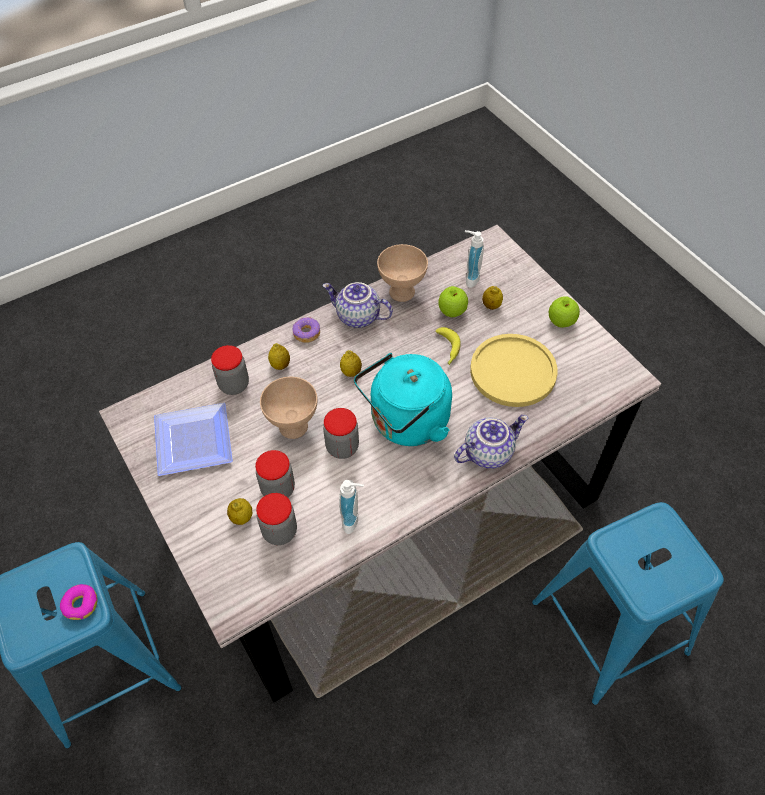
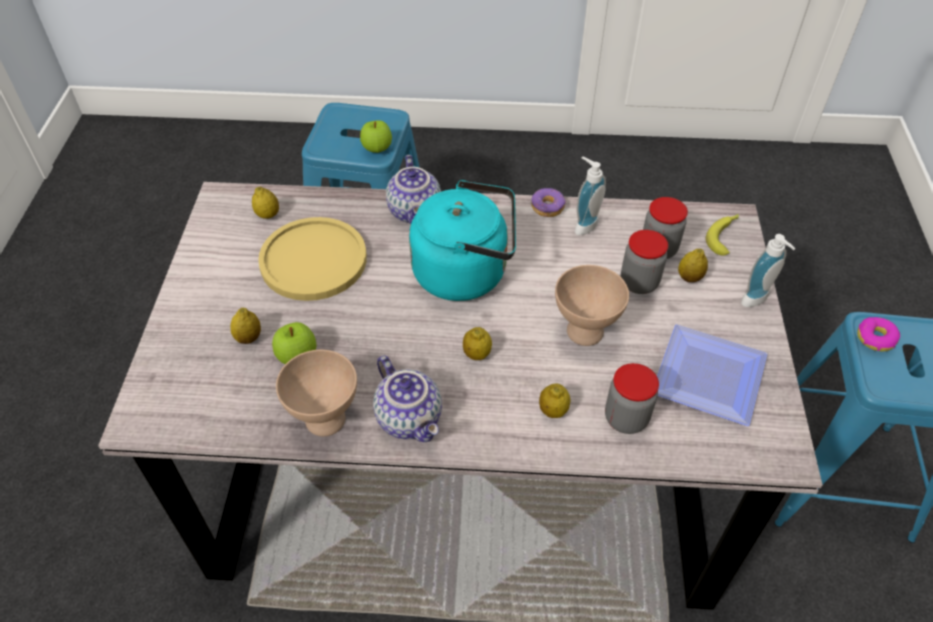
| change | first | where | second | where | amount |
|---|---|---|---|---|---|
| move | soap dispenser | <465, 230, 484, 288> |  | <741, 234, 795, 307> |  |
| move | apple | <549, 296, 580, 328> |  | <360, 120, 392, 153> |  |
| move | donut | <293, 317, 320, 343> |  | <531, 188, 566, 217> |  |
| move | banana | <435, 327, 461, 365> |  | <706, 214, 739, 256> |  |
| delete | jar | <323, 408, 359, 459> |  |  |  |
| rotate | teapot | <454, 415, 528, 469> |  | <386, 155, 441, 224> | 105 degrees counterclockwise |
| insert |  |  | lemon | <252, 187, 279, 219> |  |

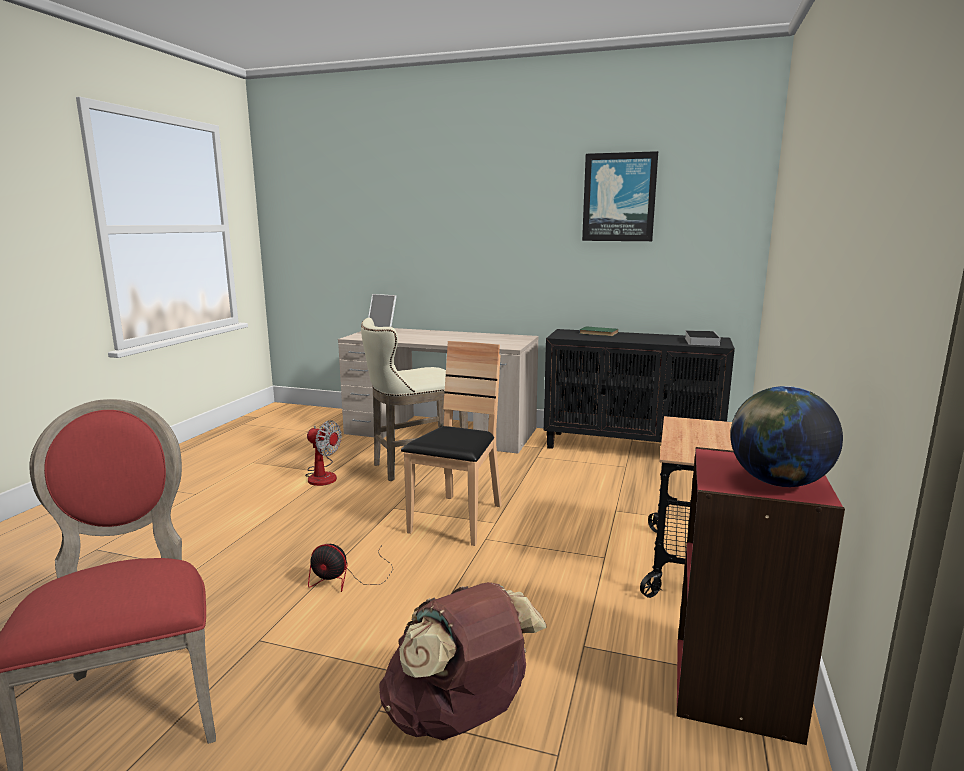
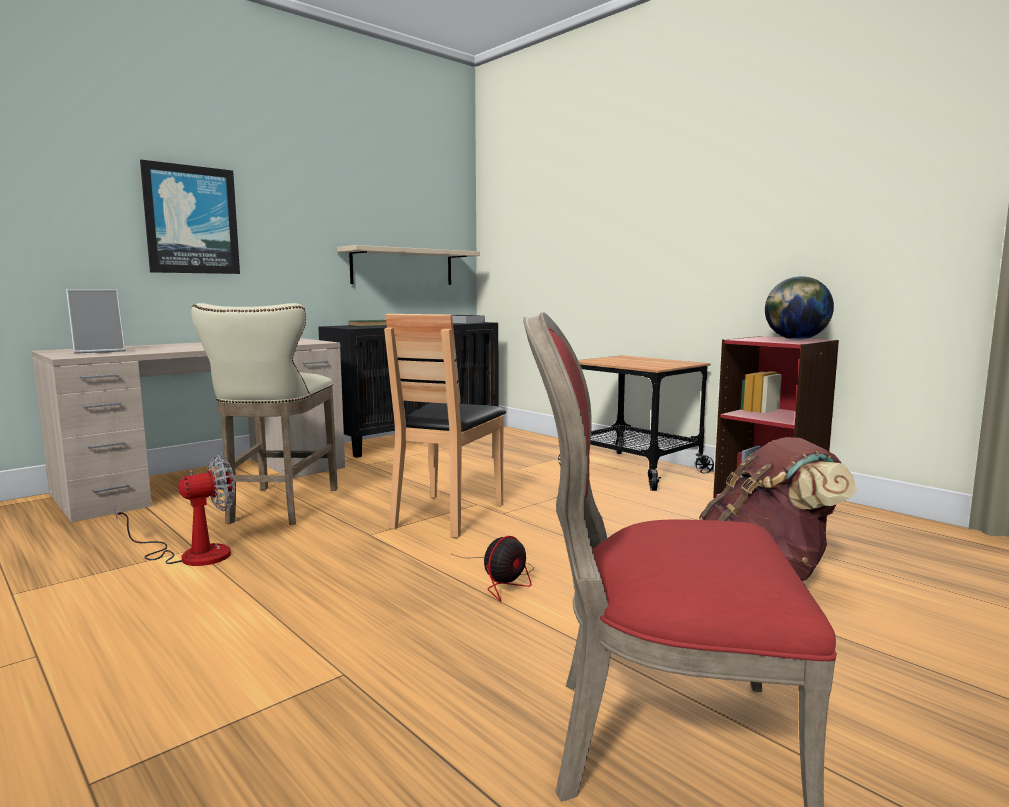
| change | first | where | second | where | amount |
|---|---|---|---|---|---|
| move | picture | <582, 151, 658, 241> |  | <140, 160, 240, 274> |  |
| rotate | chair in brown | <401, 341, 502, 546> |  | <384, 314, 506, 538> | 120 degrees counterclockwise |
| insert |  |  | shelf in beige | <337, 245, 480, 285> |  |

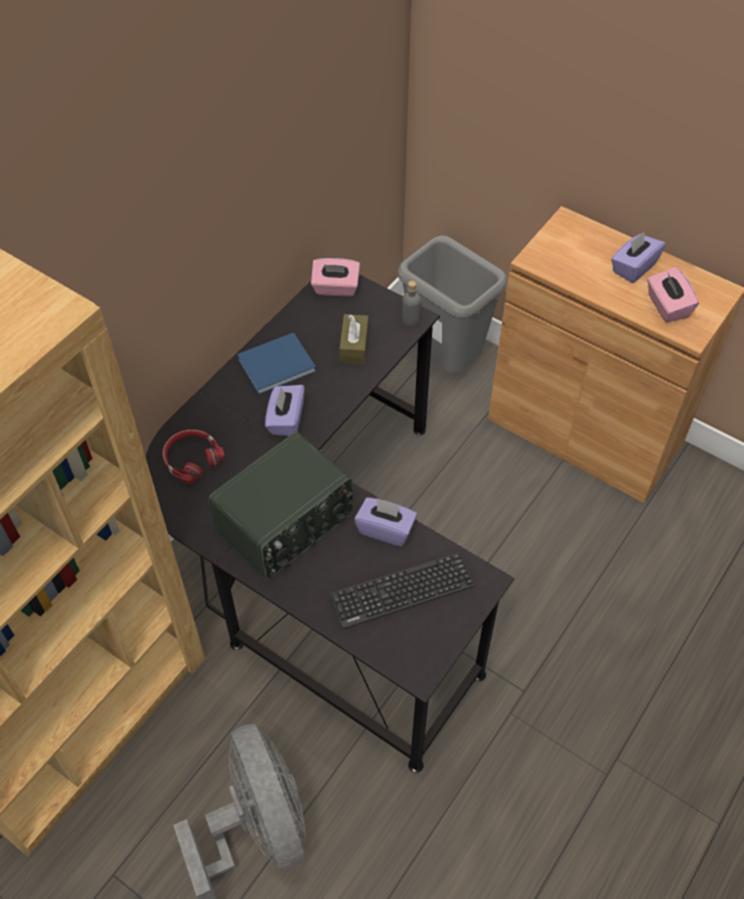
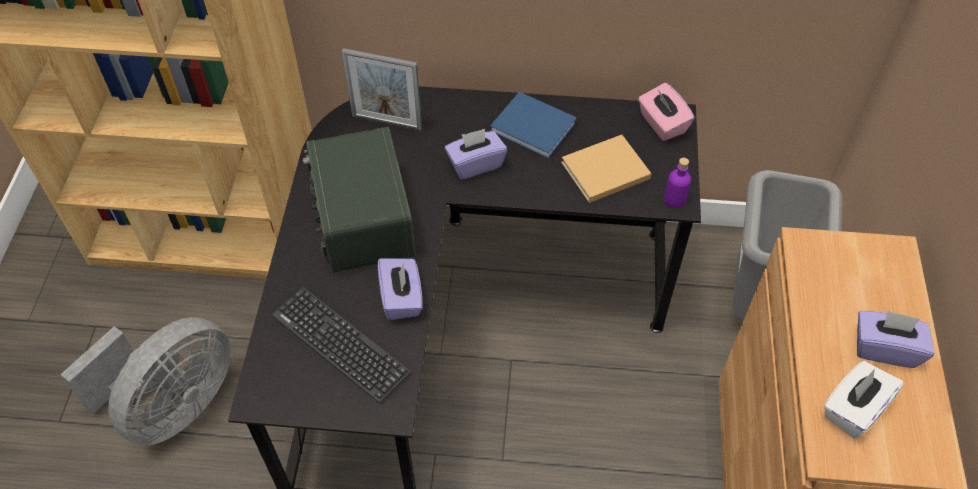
| change | first | where | second | where | amount |
|---|---|---|---|---|---|
| recolor | tissue box in pink | <647, 267, 699, 322> | tissue box in white | <824, 361, 904, 439> |  |
| recolor | bottle in grey | <402, 281, 421, 326> | bottle in purple | <664, 158, 691, 208> |  |
| replace | tissue box in brown | <339, 314, 369, 364> | book in beige | <561, 135, 652, 203> |  |
| replace | headphones in red | <162, 429, 225, 484> | picture frame | <342, 48, 422, 131> |  |
| rotate | radio | <209, 432, 353, 579> |  | <303, 127, 415, 273> | 60 degrees clockwise |

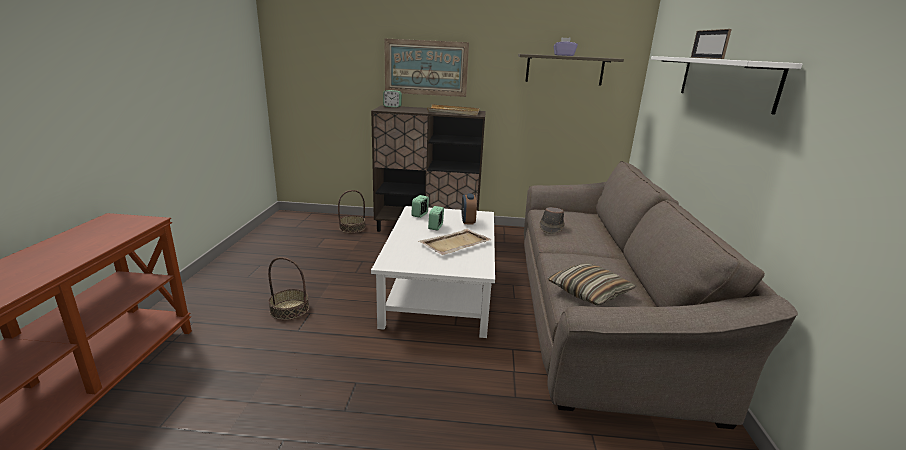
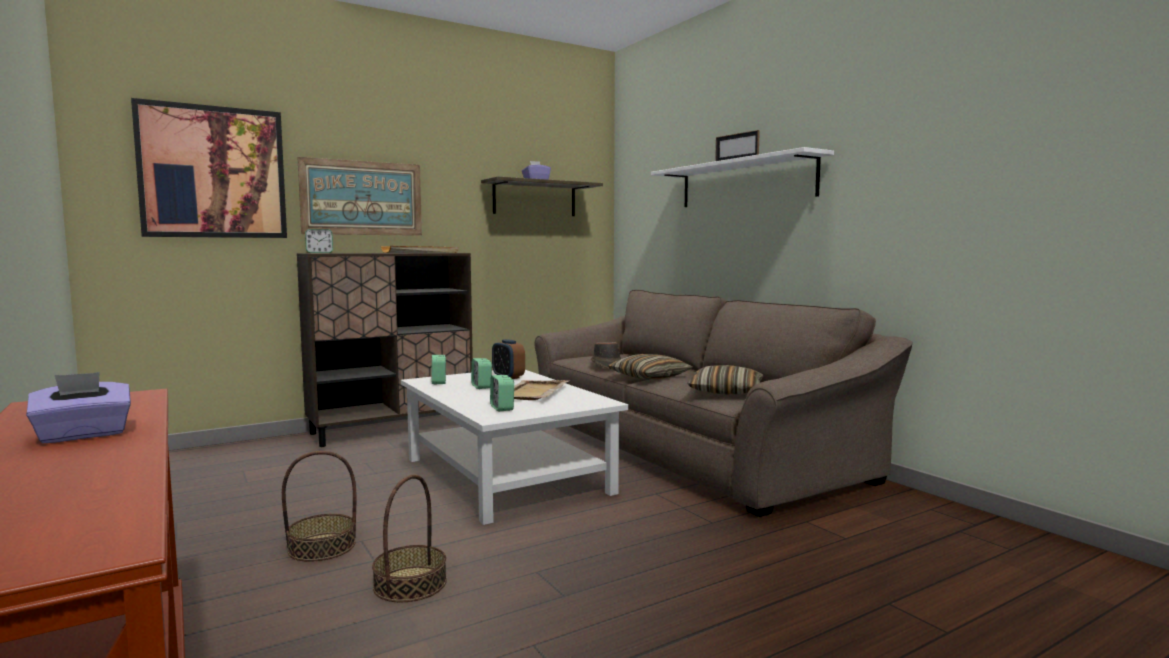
| change | first | where | second | where | amount |
|---|---|---|---|---|---|
| move | basket | <338, 190, 366, 233> |  | <372, 475, 447, 602> |  |
| insert |  |  | picture | <131, 98, 287, 238> |  |
| insert |  |  | pillow | <608, 354, 693, 380> |  |
| insert |  |  | tissue box in purple | <26, 372, 131, 443> |  |
| insert |  |  | alarm clock | <490, 375, 514, 411> |  |

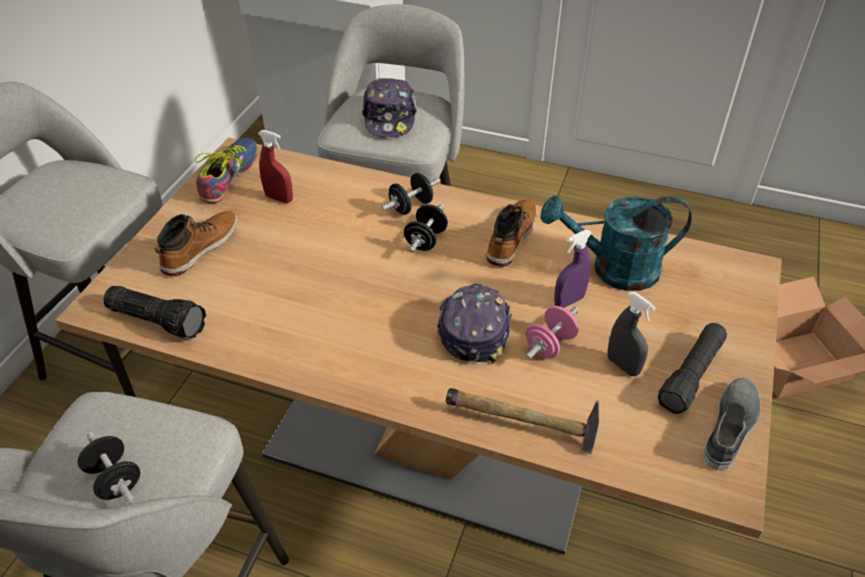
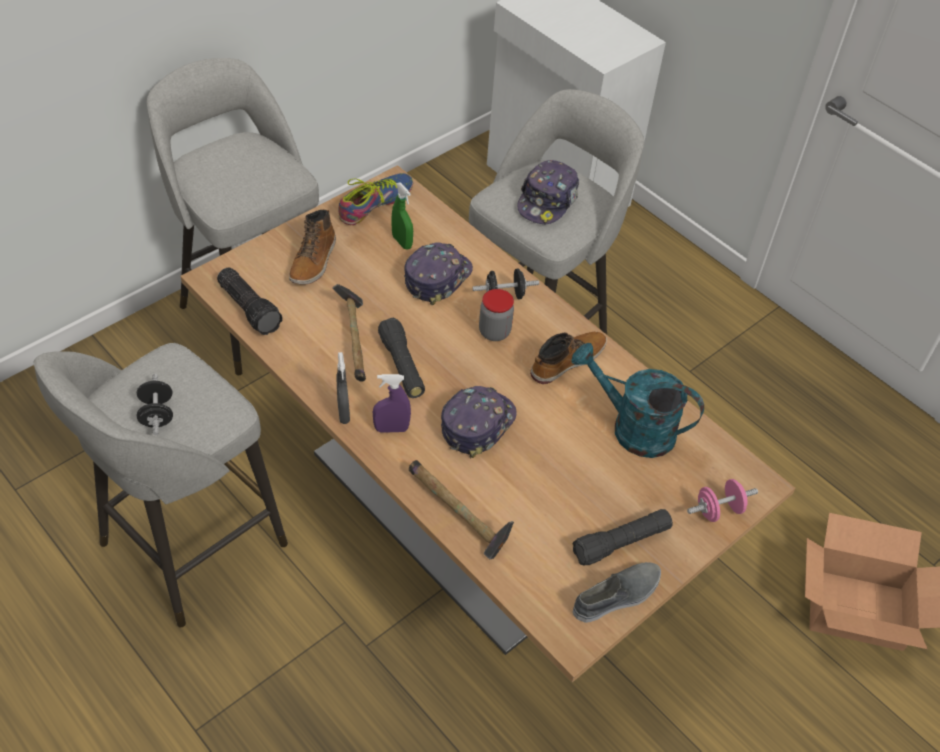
| change | first | where | second | where | amount |
|---|---|---|---|---|---|
| recolor | spray bottle in red | <258, 130, 293, 203> | spray bottle in green | <391, 182, 413, 249> |  |
| replace | dumbbell in black | <404, 204, 448, 253> | jar | <479, 289, 514, 341> |  |
| rotate | boot | <155, 211, 238, 276> |  | <289, 209, 336, 285> | 135 degrees clockwise |
| move | spray bottle in purple | <554, 230, 592, 308> |  | <373, 374, 411, 433> |  |
| move | spray bottle in grey | <608, 292, 656, 376> |  | <337, 352, 350, 424> |  |
| move | dumbbell in pink | <525, 306, 579, 360> |  | <687, 479, 758, 522> |  |
| insert |  |  | cap | <404, 242, 473, 305> |  |
| insert |  |  | hammer | <332, 284, 366, 382> |  |
| insert |  |  | flashlight in black | <378, 318, 425, 398> |  |

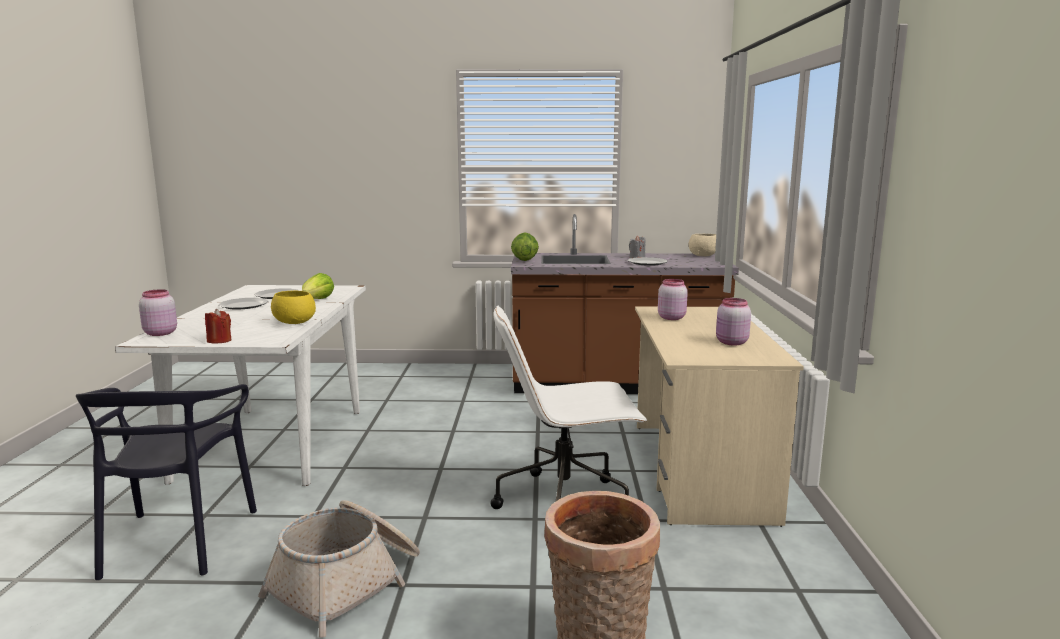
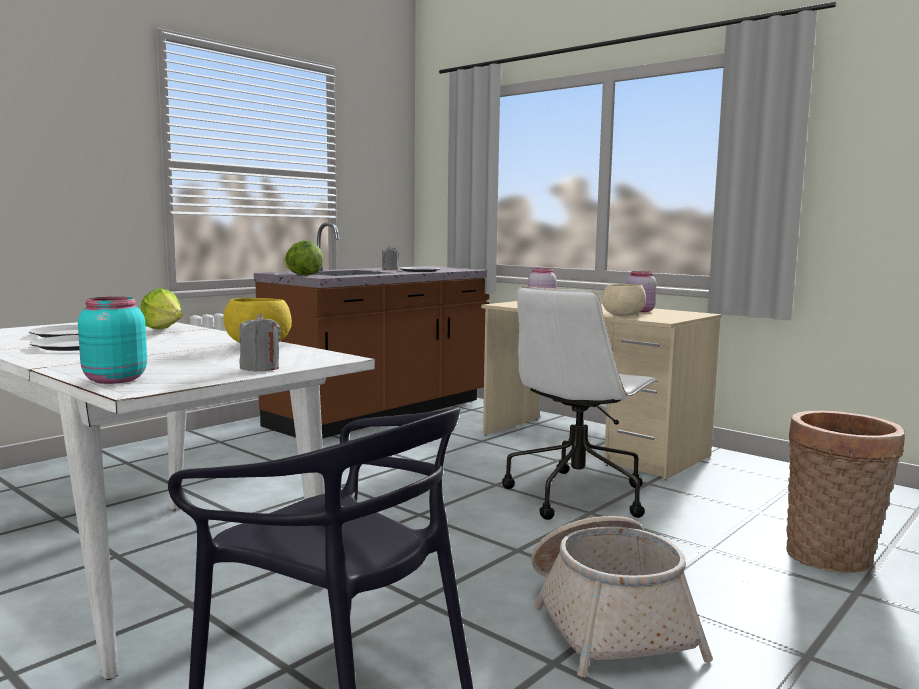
| change | first | where | second | where | amount |
|---|---|---|---|---|---|
| move | bowl in beige | <689, 234, 716, 256> |  | <602, 284, 646, 316> |  |
| recolor | jar in pink | <139, 289, 177, 336> | jar in turquoise | <78, 297, 147, 384> |  |
| recolor | candle in red | <205, 309, 231, 344> | candle in grey | <239, 313, 281, 372> |  |

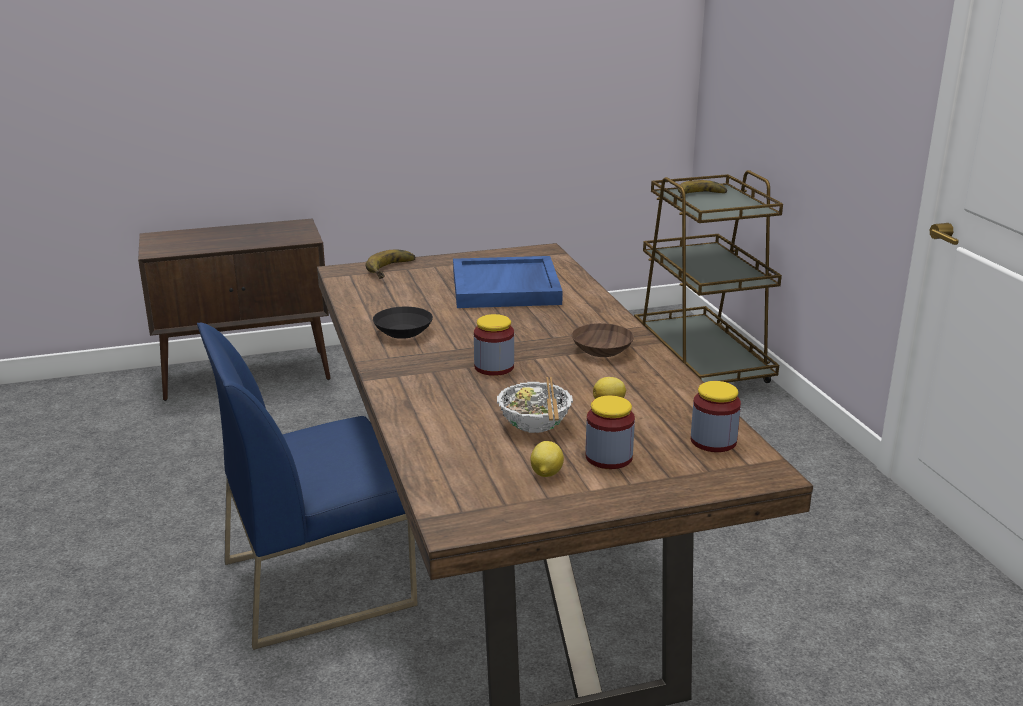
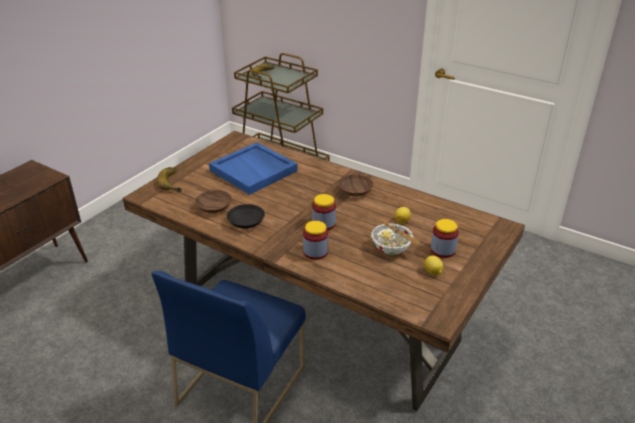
| change | first | where | second | where | amount |
|---|---|---|---|---|---|
| move | jar | <691, 381, 741, 452> |  | <303, 221, 328, 260> |  |
| insert |  |  | bowl in brown | <195, 190, 232, 213> |  |

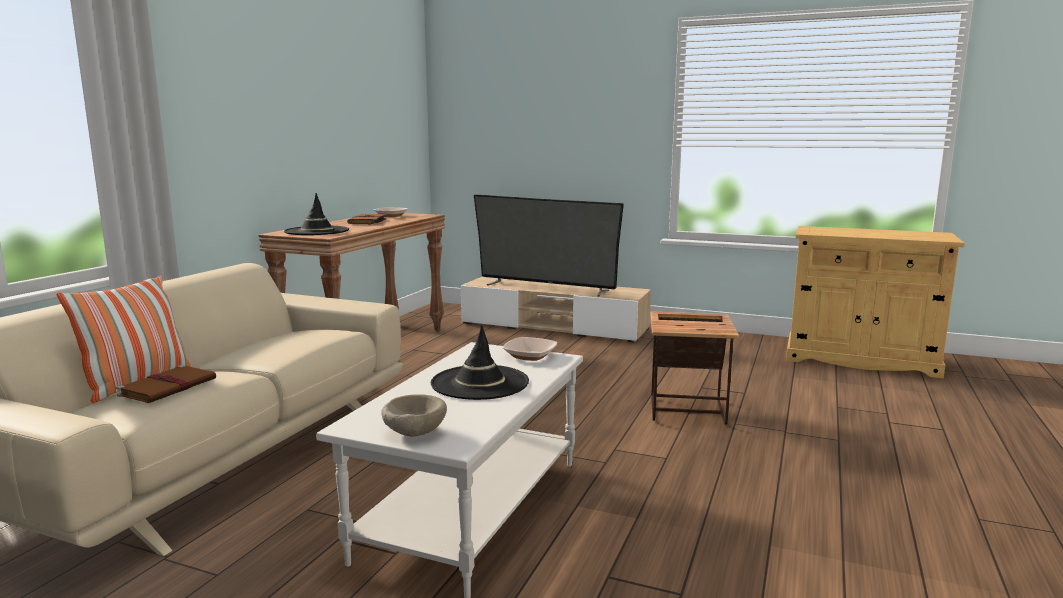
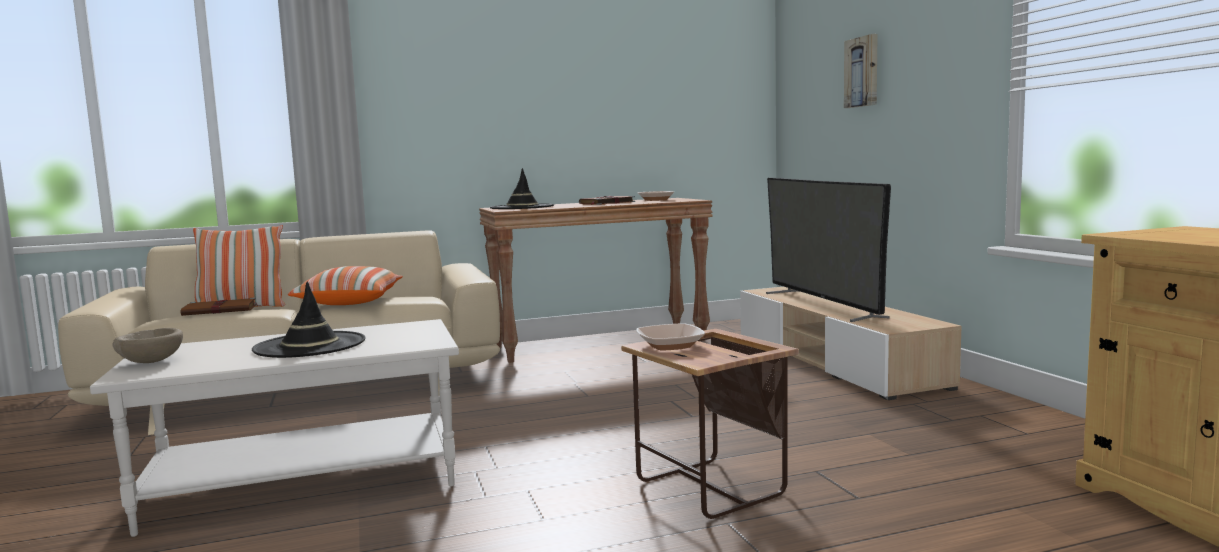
| change | first | where | second | where | amount |
|---|---|---|---|---|---|
| move | bowl | <503, 337, 557, 361> |  | <636, 324, 705, 350> |  |
| insert |  |  | picture | <844, 34, 878, 108> |  |
| insert |  |  | pillow | <288, 266, 403, 305> |  |

